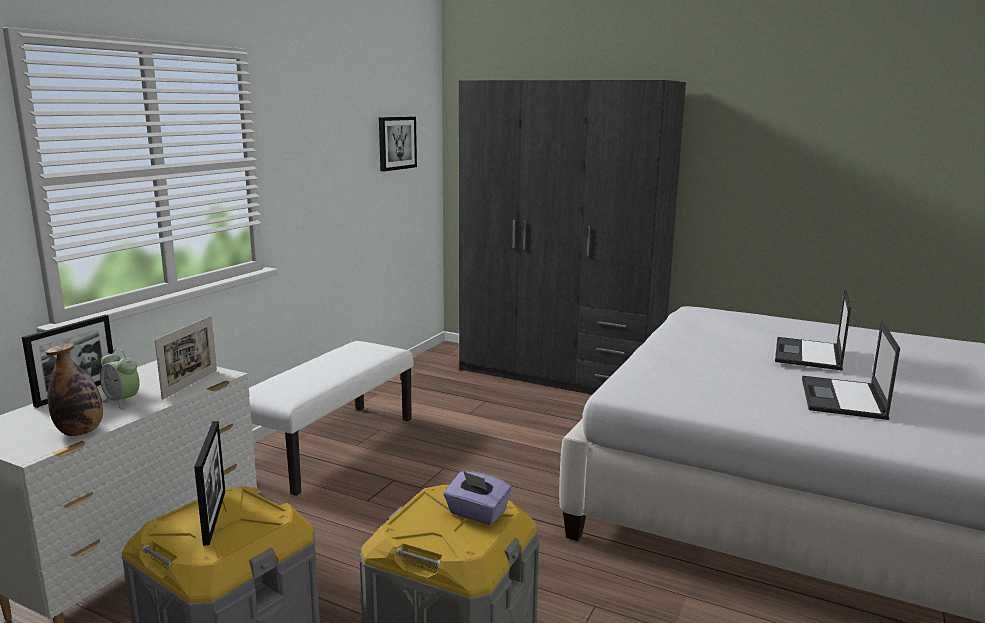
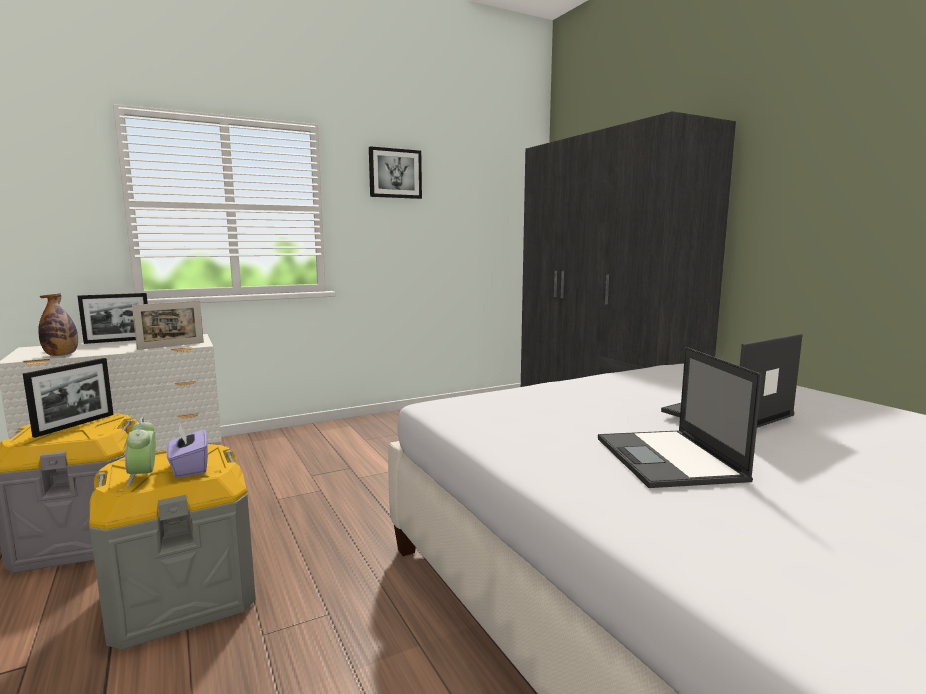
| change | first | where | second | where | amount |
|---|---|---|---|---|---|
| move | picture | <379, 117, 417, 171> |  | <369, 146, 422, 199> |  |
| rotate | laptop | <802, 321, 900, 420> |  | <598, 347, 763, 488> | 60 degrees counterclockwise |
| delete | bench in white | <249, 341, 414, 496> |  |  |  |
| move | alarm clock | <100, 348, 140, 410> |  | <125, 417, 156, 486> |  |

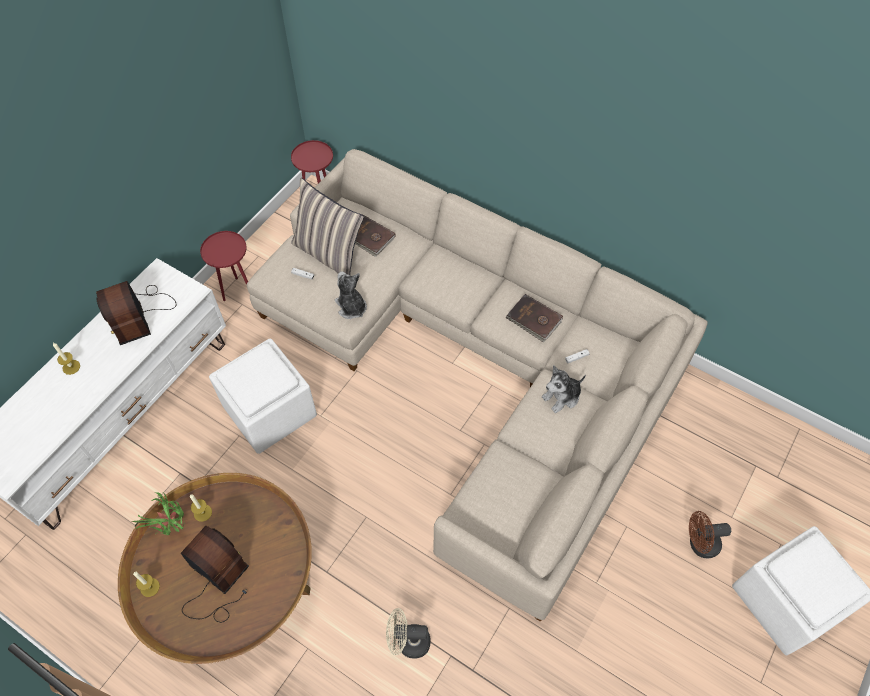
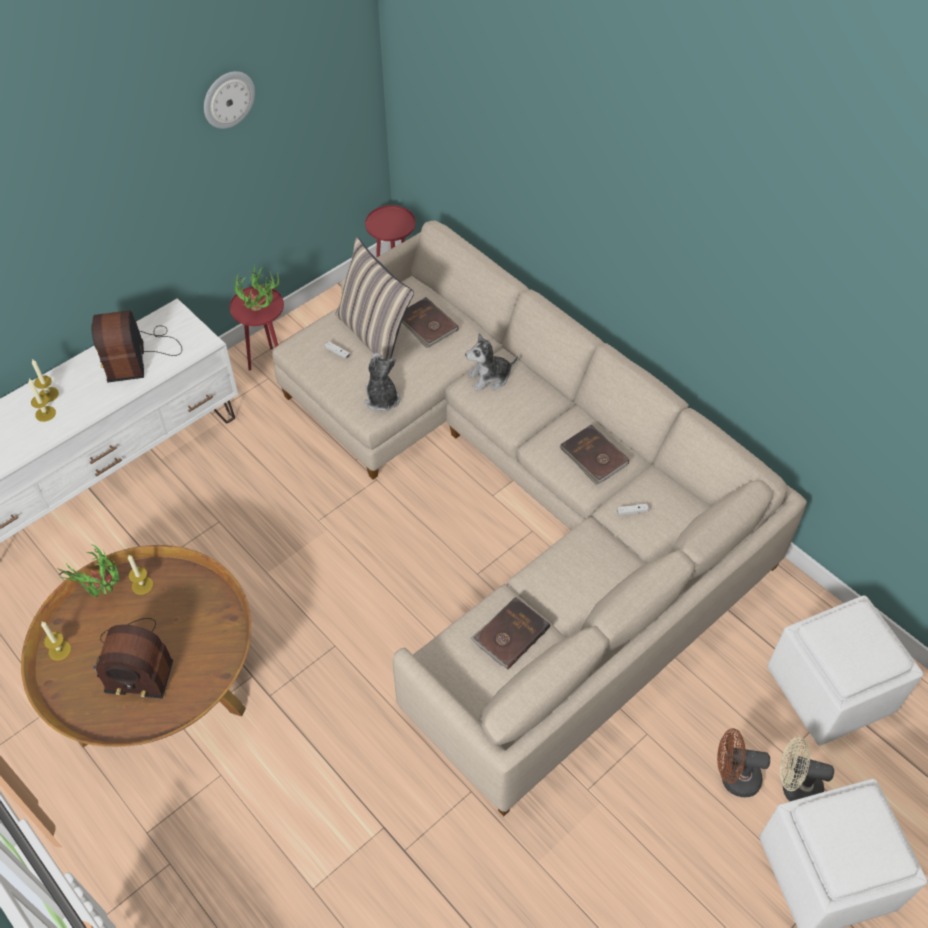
| change | first | where | second | where | amount |
|---|---|---|---|---|---|
| move | ottoman in white | <209, 339, 317, 454> |  | <767, 595, 923, 745> |  |
| move | plush toy | <542, 366, 586, 413> |  | <465, 333, 518, 391> |  |
| rotate | radio | <181, 526, 249, 623> |  | <93, 618, 173, 699> | 135 degrees clockwise |
| move | fan in beige | <386, 608, 431, 659> |  | <780, 737, 834, 801> |  |
| insert |  |  | wall clock | <204, 71, 255, 129> |  |
| insert |  |  | potted plant | <233, 265, 279, 311> |  |
| insert |  |  | candle | <28, 379, 56, 422> |  |
| insert |  |  | book in brown | <470, 597, 550, 669> |  |

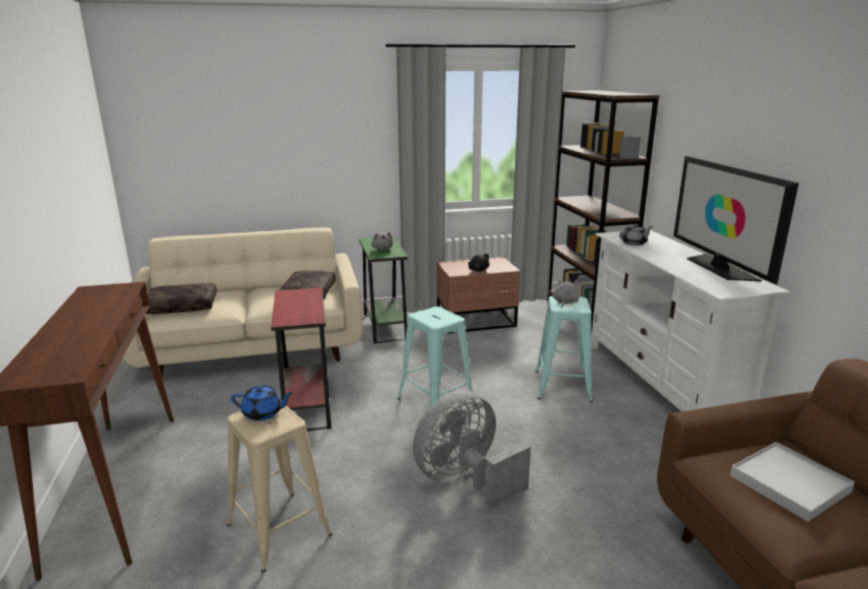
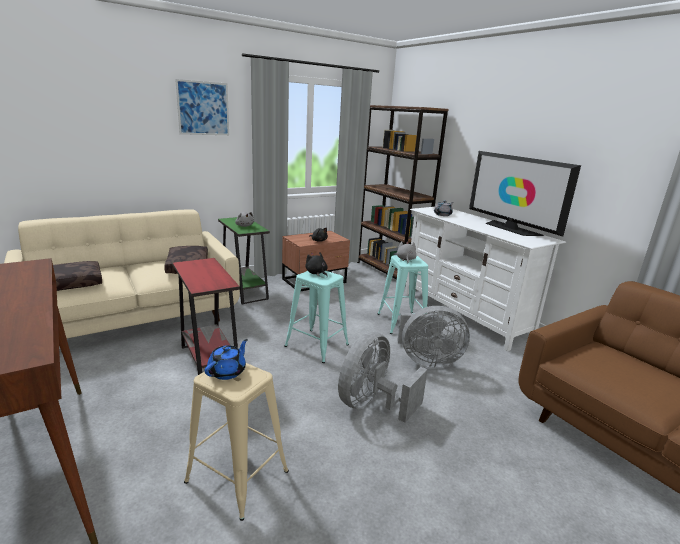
| change | first | where | second | where | amount |
|---|---|---|---|---|---|
| rotate | teapot in blue | <231, 385, 293, 421> |  | <204, 339, 248, 380> | 45 degrees counterclockwise |
| delete | tray in white | <730, 442, 855, 522> |  |  |  |
| insert |  |  | picture | <175, 79, 229, 135> |  |
| insert |  |  | plush toy in black | <305, 252, 328, 277> |  |
| insert |  |  | fan in grey | <397, 306, 470, 368> |  |

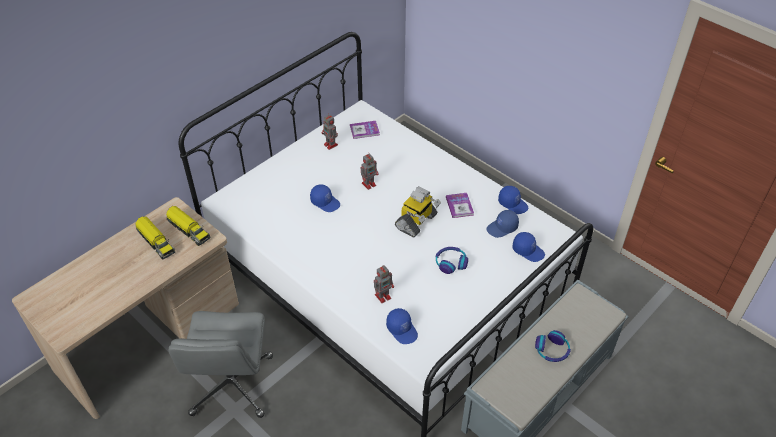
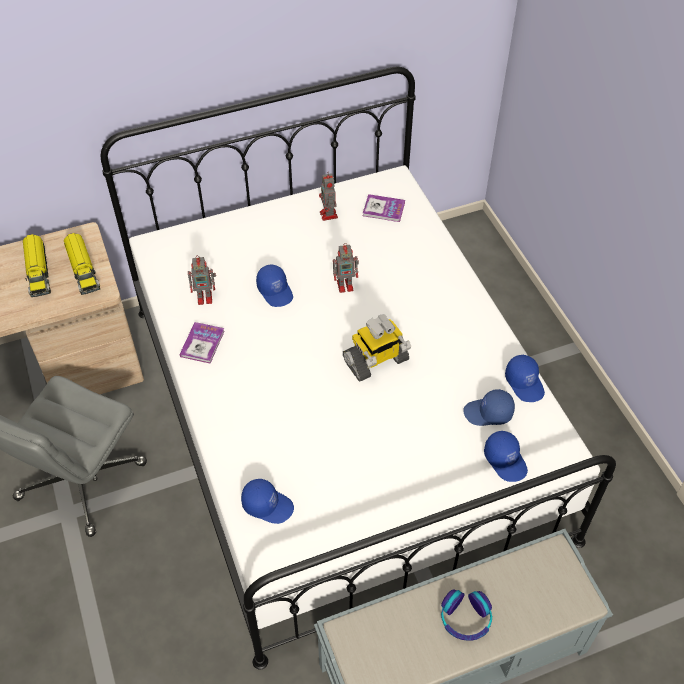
| change | first | where | second | where | amount |
|---|---|---|---|---|---|
| move | book | <446, 193, 474, 218> |  | <180, 322, 225, 364> |  |
| delete | headphones | <436, 247, 468, 274> |  |  |  |
| move | toy robot | <374, 265, 394, 303> |  | <188, 255, 216, 305> |  |
| rotate | cap in blue | <386, 308, 418, 344> |  | <241, 479, 294, 524> | 60 degrees counterclockwise |

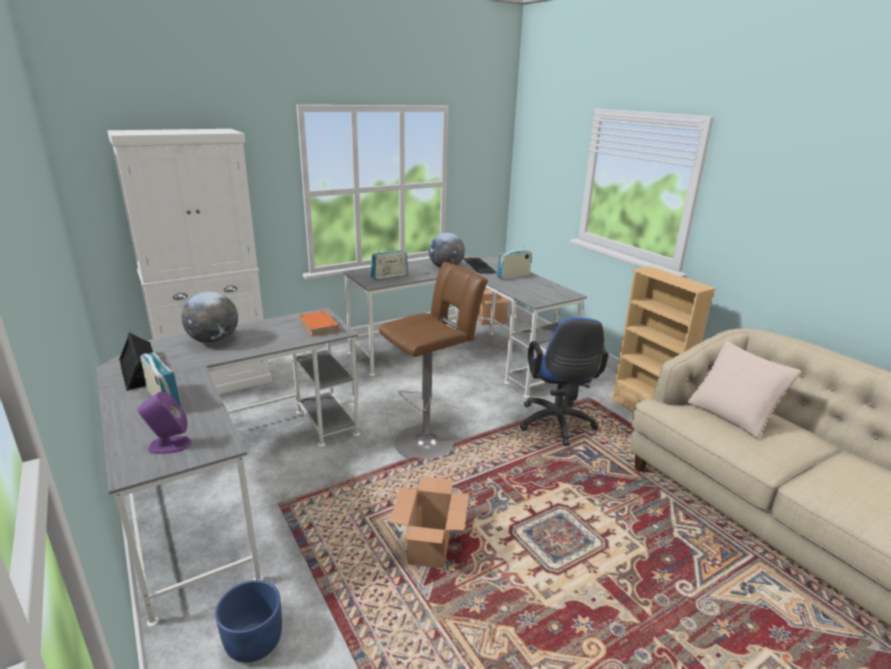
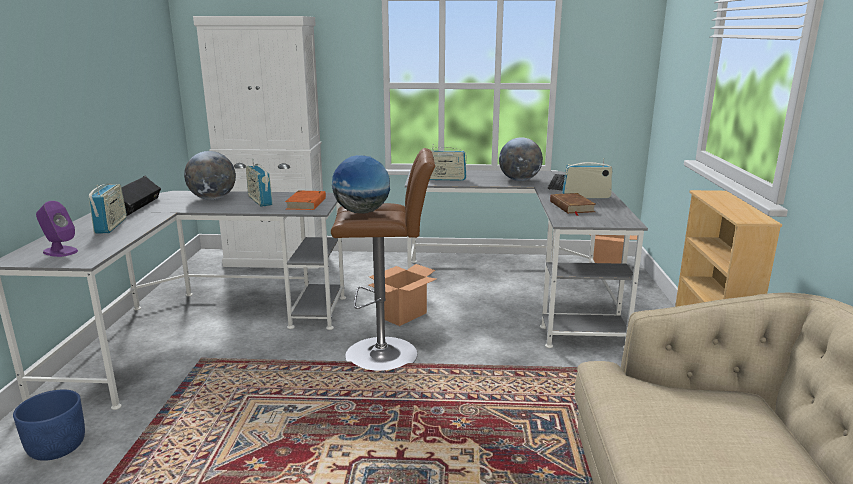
| change | first | where | second | where | amount |
|---|---|---|---|---|---|
| delete | office chair in blue | <520, 317, 609, 446> |  |  |  |
| delete | pillow in beige | <688, 341, 802, 439> |  |  |  |
| move | cardboard box | <389, 476, 469, 569> |  | <368, 264, 436, 326> |  |
| insert |  |  | globe | <332, 155, 390, 214> |  |
| insert |  |  | radio | <246, 159, 273, 207> |  |
| insert |  |  | book in brown | <550, 193, 596, 216> |  |

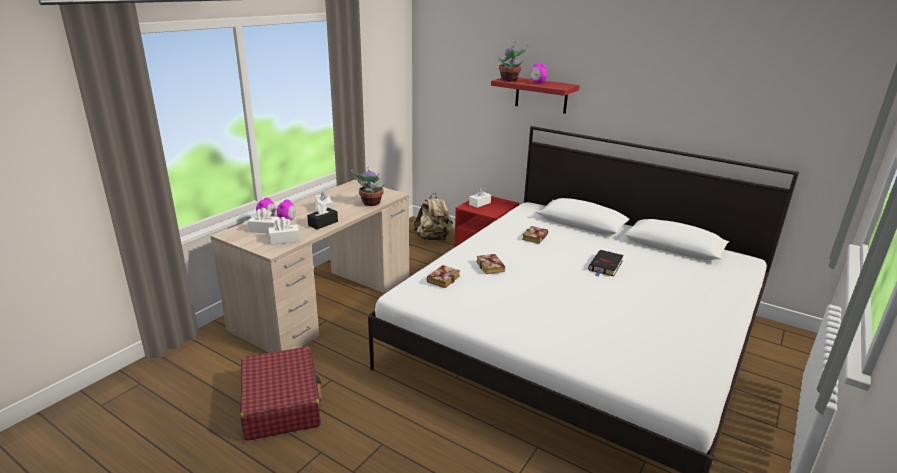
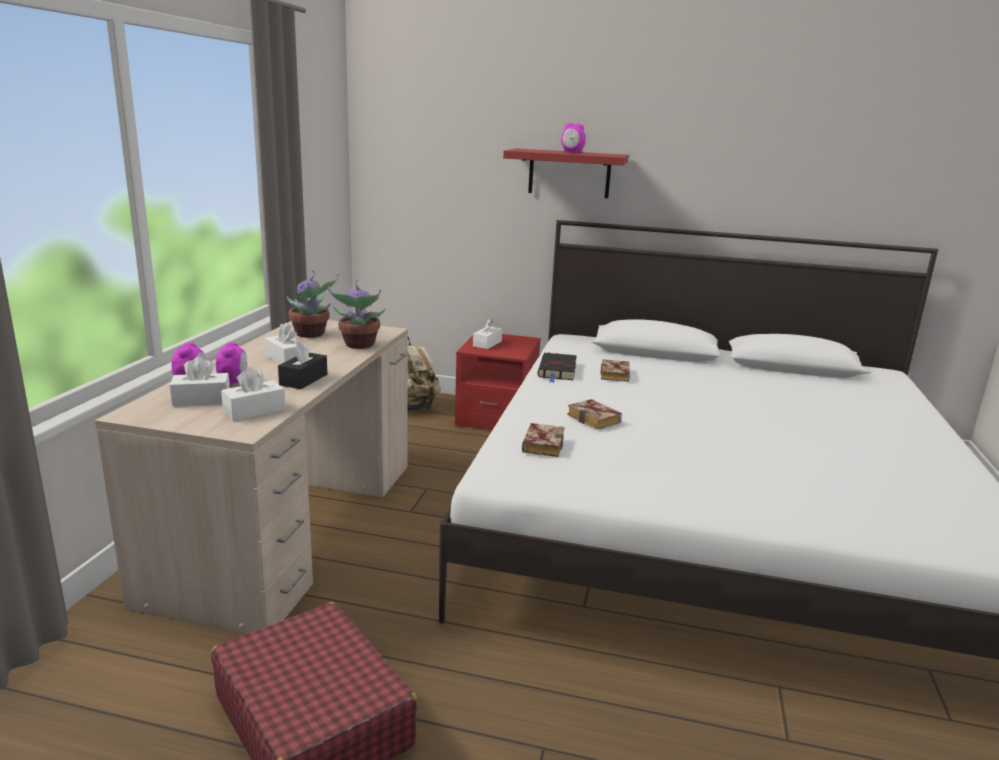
| change | first | where | second | where | amount |
|---|---|---|---|---|---|
| move | potted plant | <499, 42, 529, 81> |  | <286, 271, 338, 338> |  |
| move | book in black | <588, 250, 624, 277> |  | <538, 353, 577, 383> |  |

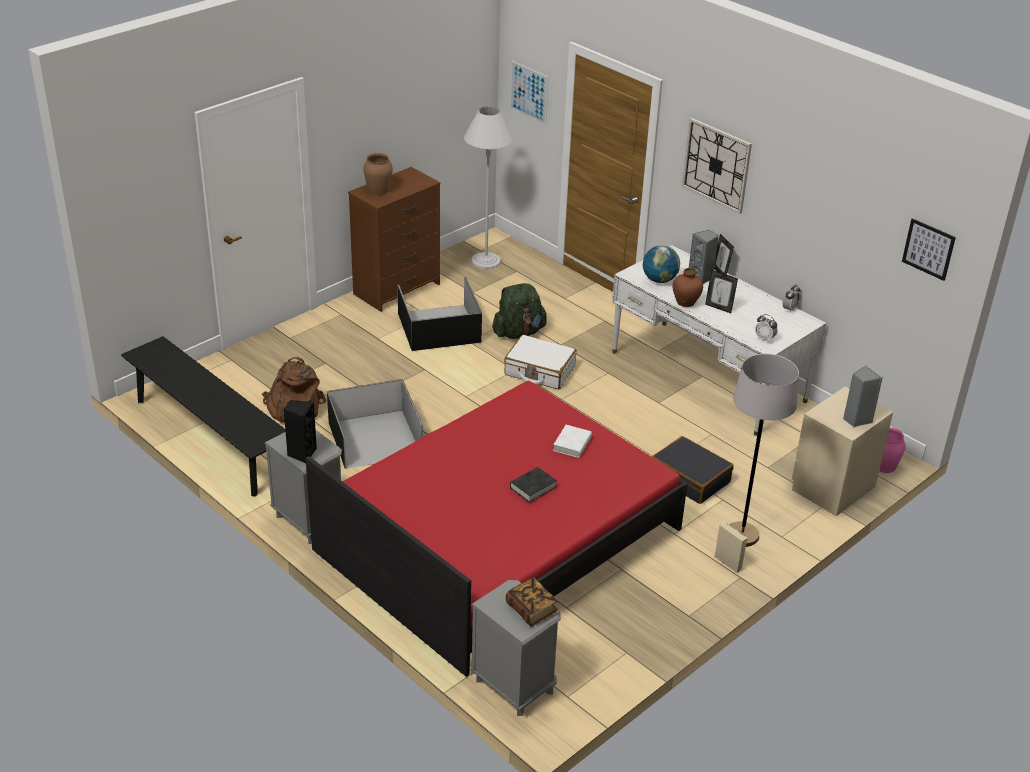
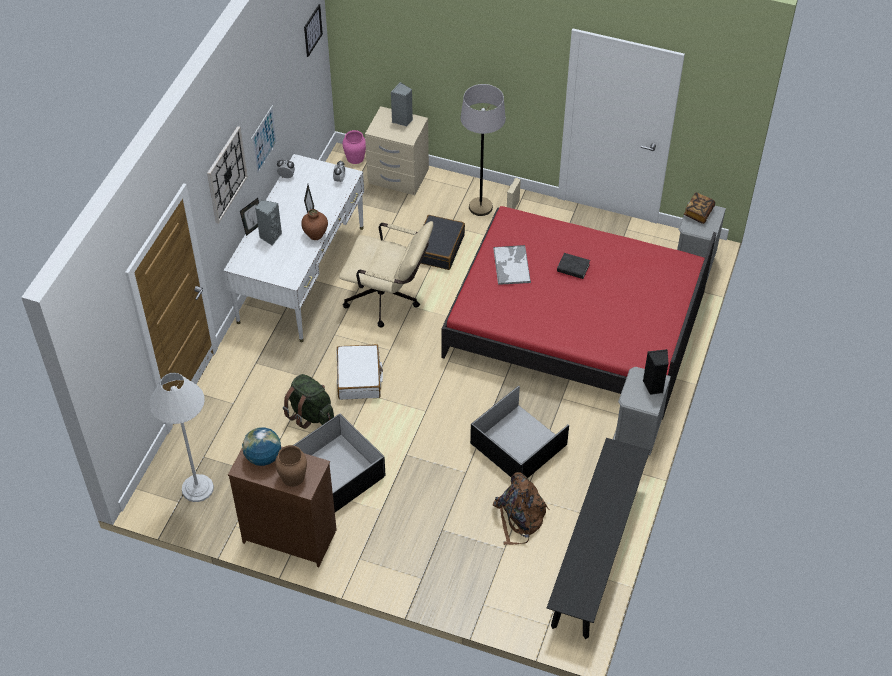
| change | first | where | second | where | amount |
|---|---|---|---|---|---|
| move | picture | <510, 60, 549, 126> |  | <251, 105, 277, 175> |  |
| move | globe | <643, 245, 680, 283> |  | <242, 427, 281, 466> |  |
| replace | book in white | <553, 425, 592, 458> | tray | <493, 245, 531, 285> |  |
| insert |  |  | office chair in beige | <339, 221, 433, 327> |  |

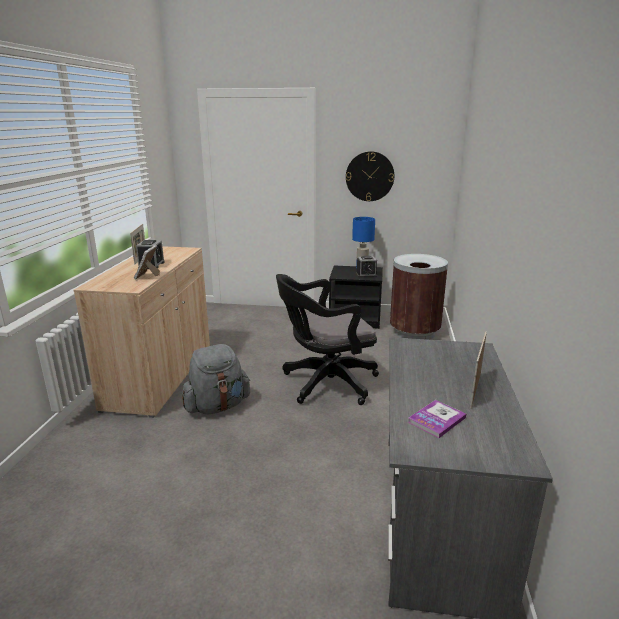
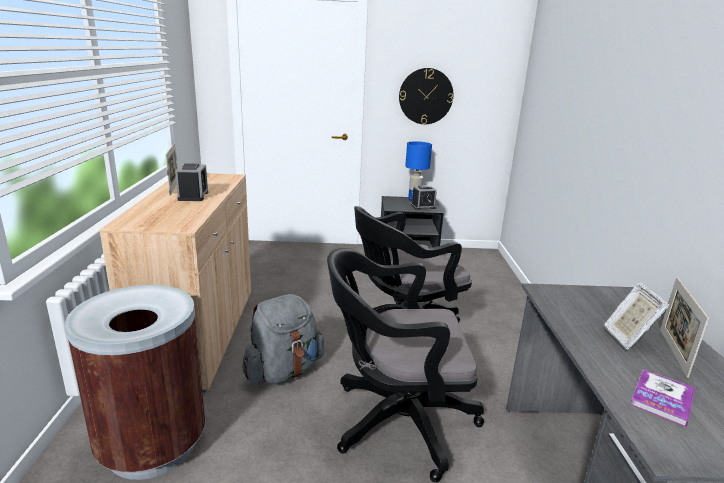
| change | first | where | second | where | amount |
|---|---|---|---|---|---|
| move | picture frame | <134, 245, 160, 280> |  | <604, 282, 669, 350> |  |
| move | trash can in brown | <390, 254, 448, 340> |  | <65, 285, 205, 480> |  |
| insert |  |  | office chair in black | <327, 248, 484, 483> |  |

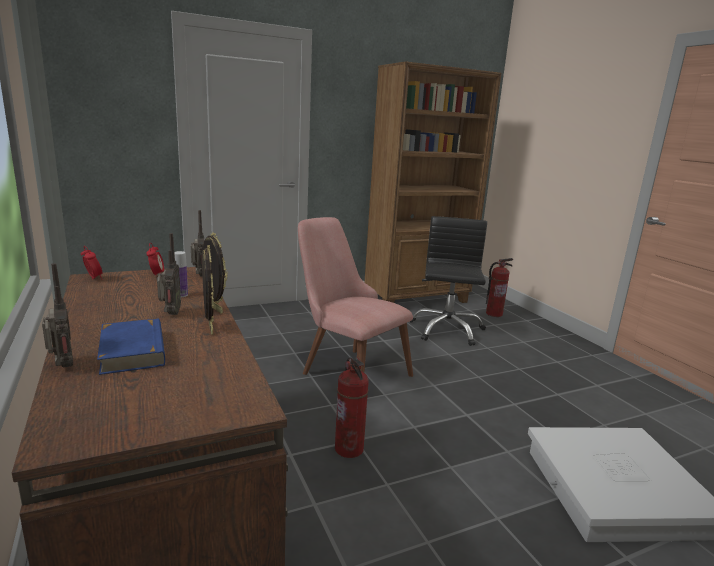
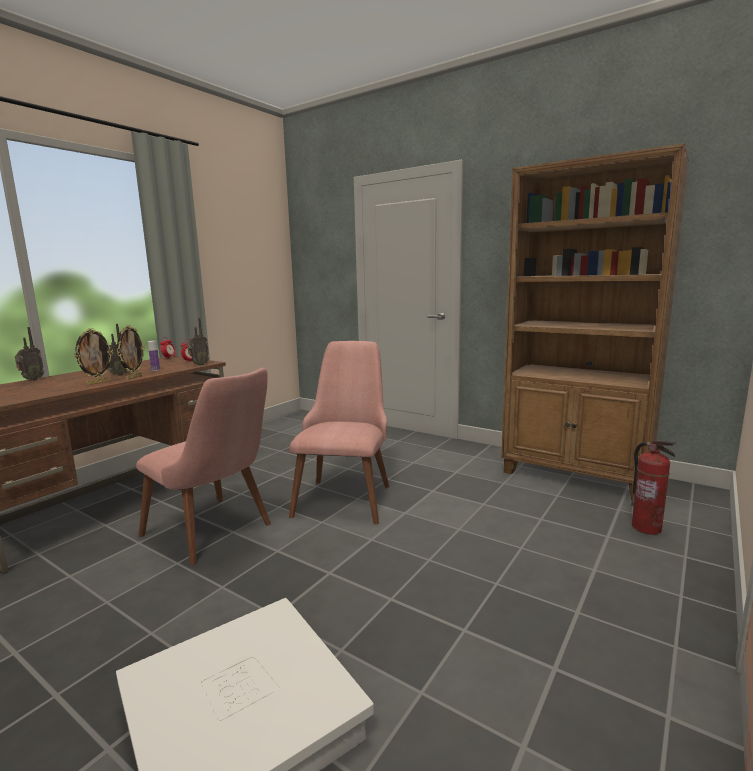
| change | first | where | second | where | amount |
|---|---|---|---|---|---|
| delete | office chair in black | <410, 216, 487, 346> |  |  |  |
| delete | book in blue | <97, 318, 165, 375> |  |  |  |
| replace | fire extinguisher | <335, 358, 369, 458> | chair in pink | <136, 368, 271, 566> |  |

